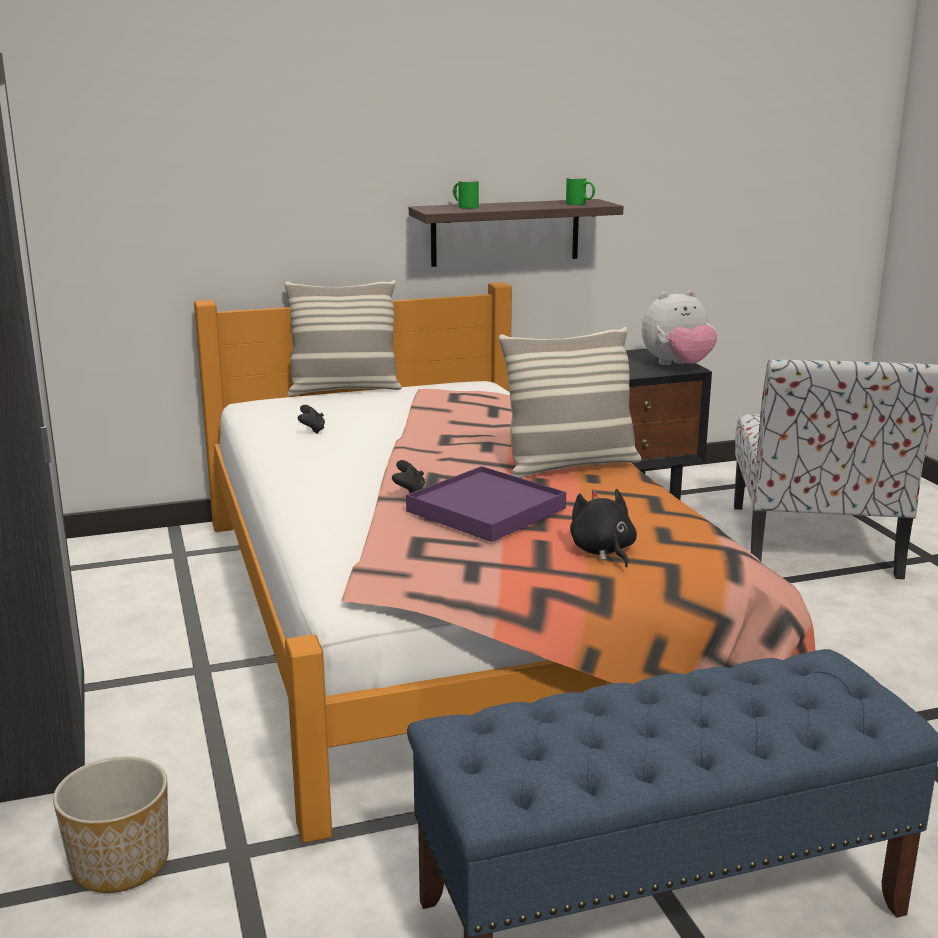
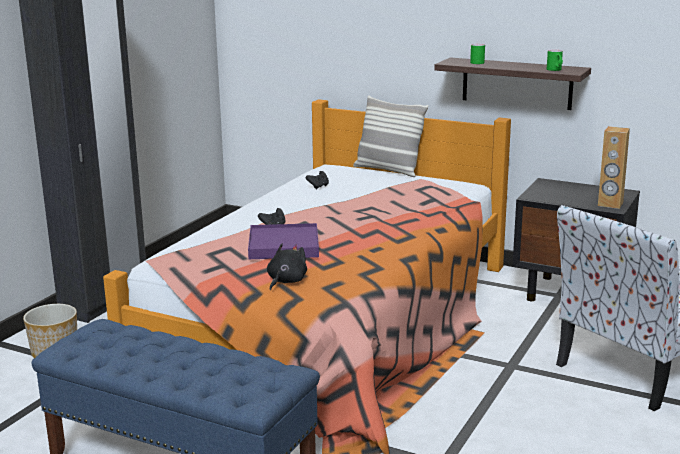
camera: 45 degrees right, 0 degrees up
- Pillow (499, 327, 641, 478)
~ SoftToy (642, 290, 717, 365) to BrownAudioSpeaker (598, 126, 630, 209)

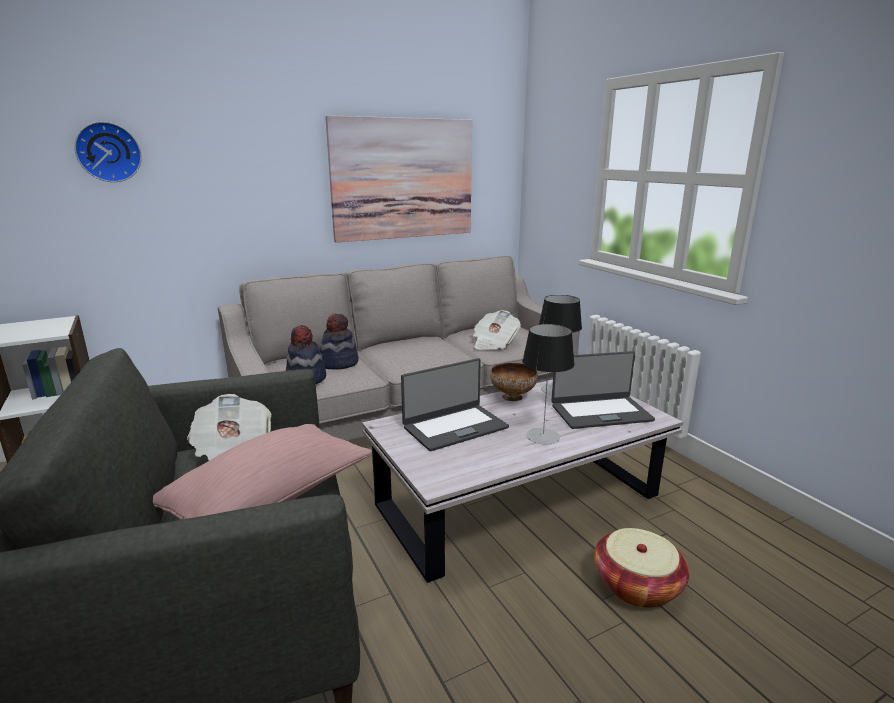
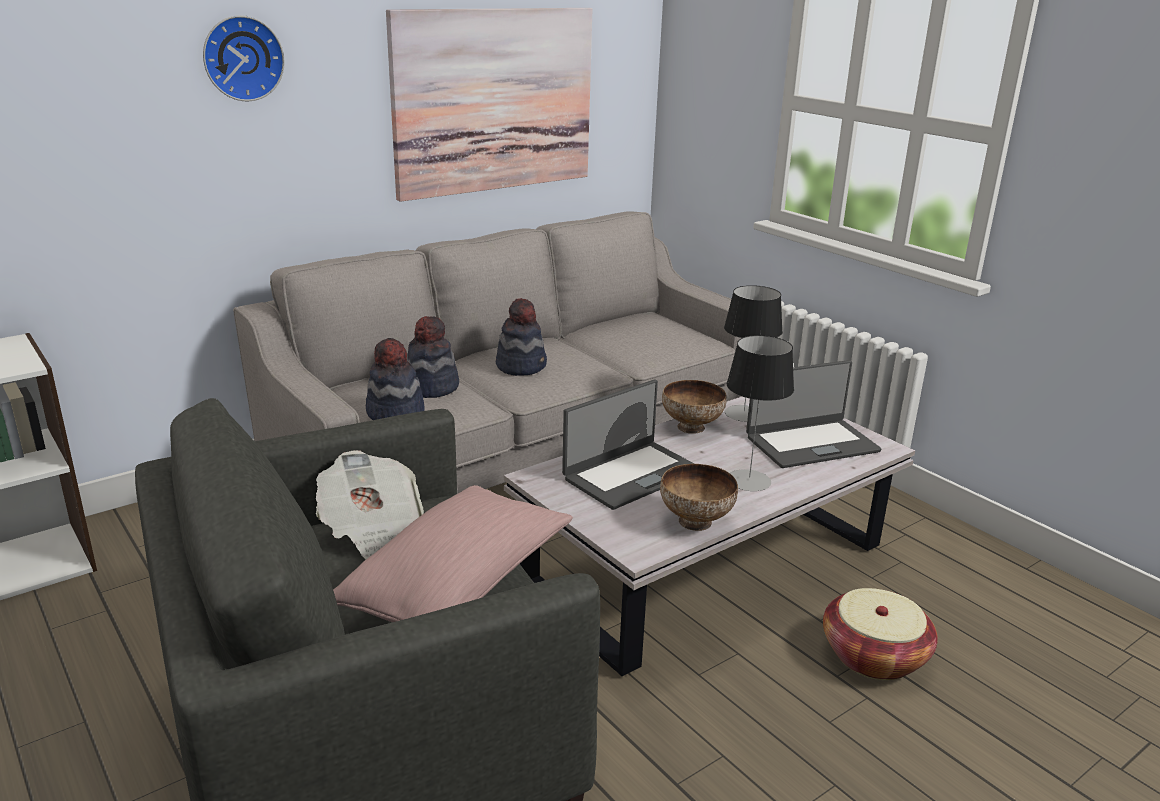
camera: 10 degrees left, 5 degrees up
~ HangingClock (74, 122, 142, 182) to (203, 15, 285, 101)
- DailyPaper (473, 310, 521, 350)
+ WearableHat (496, 298, 547, 376)
+ Bowl (660, 464, 738, 531)

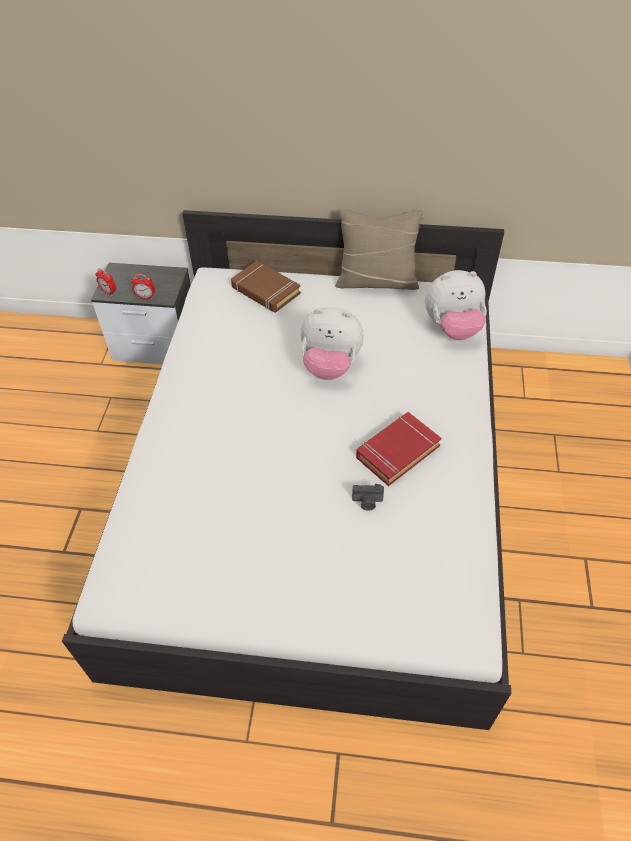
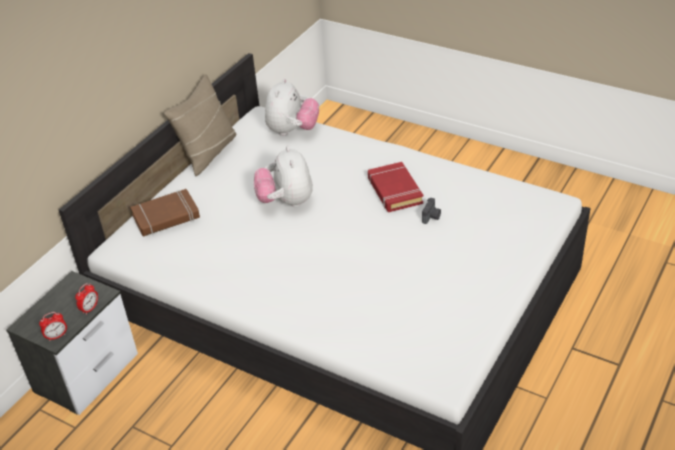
camera: 65 degrees left, 10 degrees down
~ SoftToy (301, 307, 364, 380) = (254, 146, 313, 207) 135 degrees clockwise

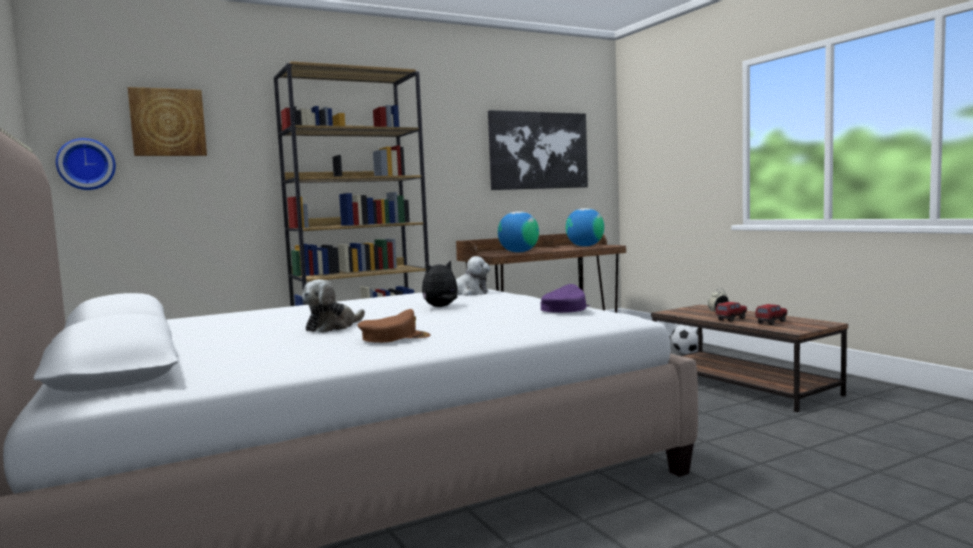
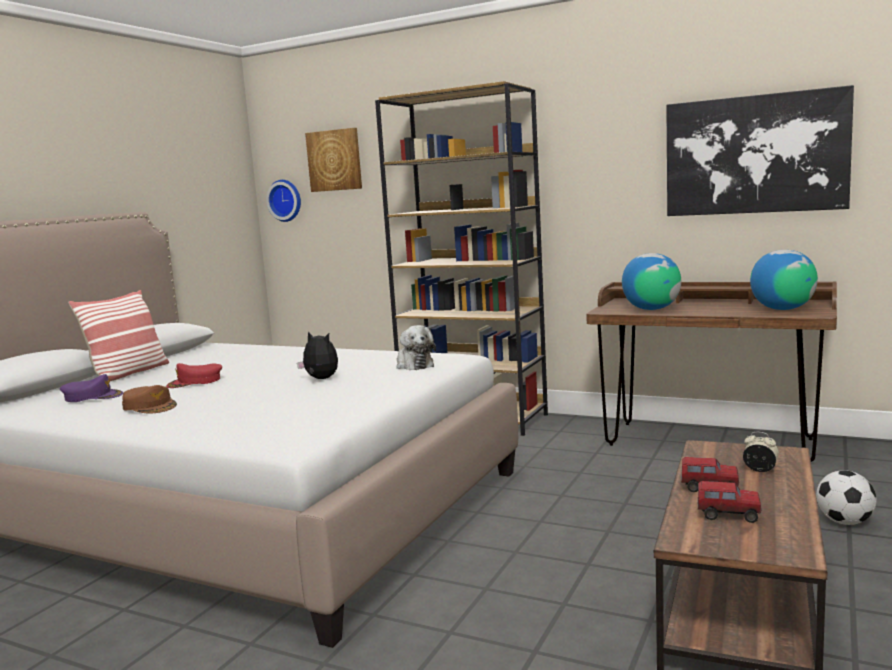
camera: 55 degrees right, 5 degrees up
~ SoftToy (302, 279, 365, 333) to RedBaseballCap (166, 363, 222, 388)
~ PurpleColouredBaseballCap (541, 284, 590, 313) to (60, 374, 123, 402)
+ Pillow (68, 290, 169, 381)

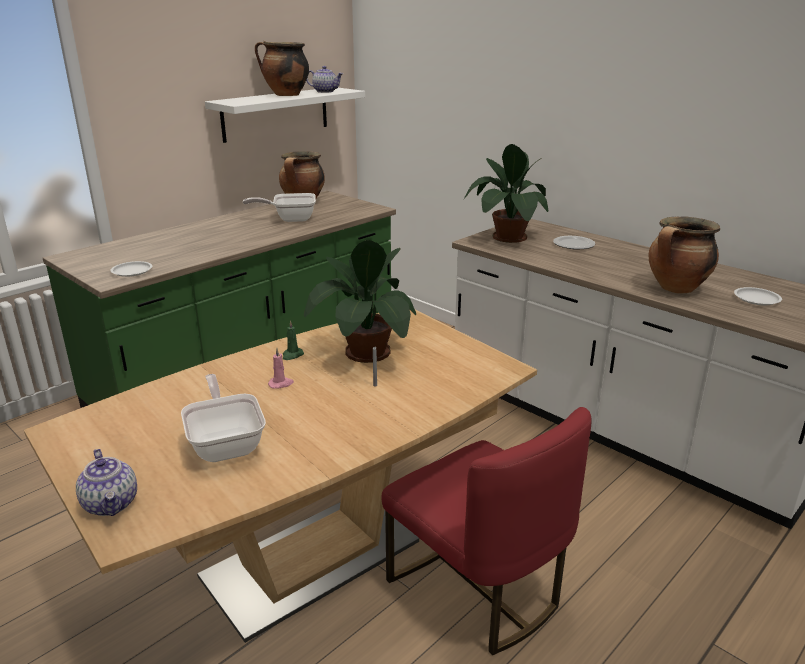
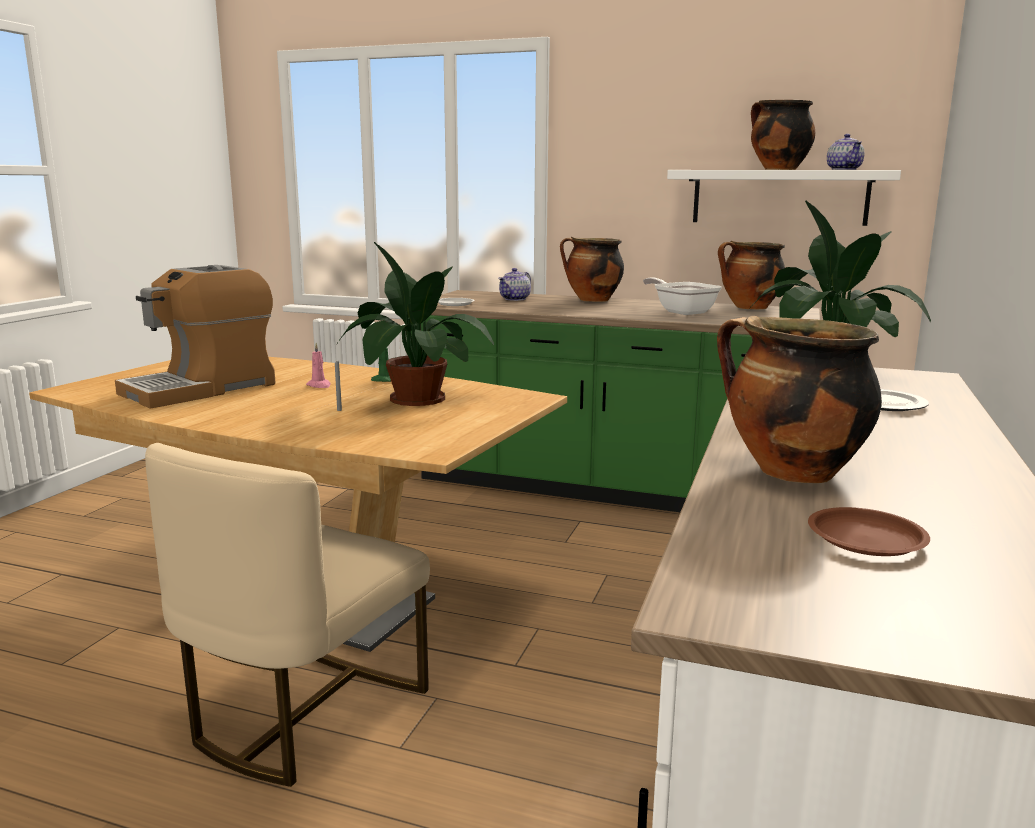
camera: 65 degrees right, 10 degrees down
~ PotForTea (76, 449, 137, 516) to (498, 268, 531, 301)
~ Skillet (181, 374, 266, 462) to CoffeeMachine (115, 265, 276, 409)
~ RedUprightChair (382, 407, 592, 655) to BeigeColouredUprightChair (145, 443, 430, 787)
~ WhiteColouredFlatDish (734, 287, 782, 305) to BrownFlatDish (808, 507, 930, 556)
+ Saucepot (560, 237, 624, 302)

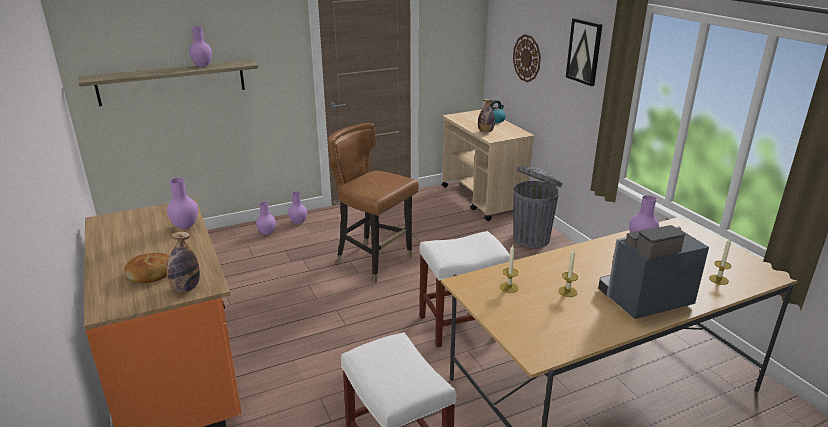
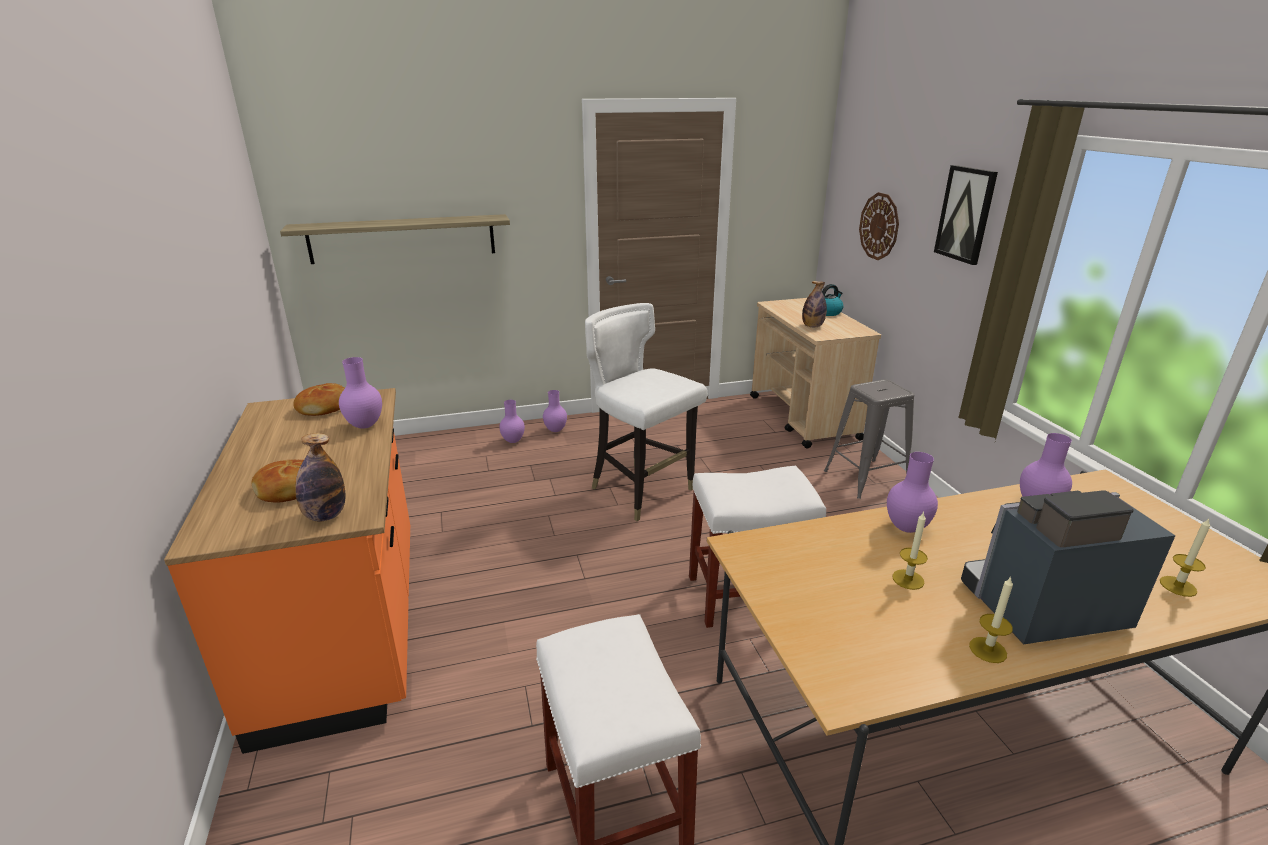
camera: 10 degrees right, 0 degrees up
~ PurpleColouredDecorativeVase (189, 26, 212, 67) to (887, 452, 938, 533)
~ BrownUprightChair (328, 123, 419, 283) to WhiteColouredUprightChair (585, 303, 707, 521)
~ WaxLight (500, 245, 519, 293) to (969, 577, 1013, 663)
~ GreyishTrashCan (513, 166, 563, 248) to GreyishSittingStool (824, 379, 914, 499)
+ BakeryBread (293, 383, 345, 416)

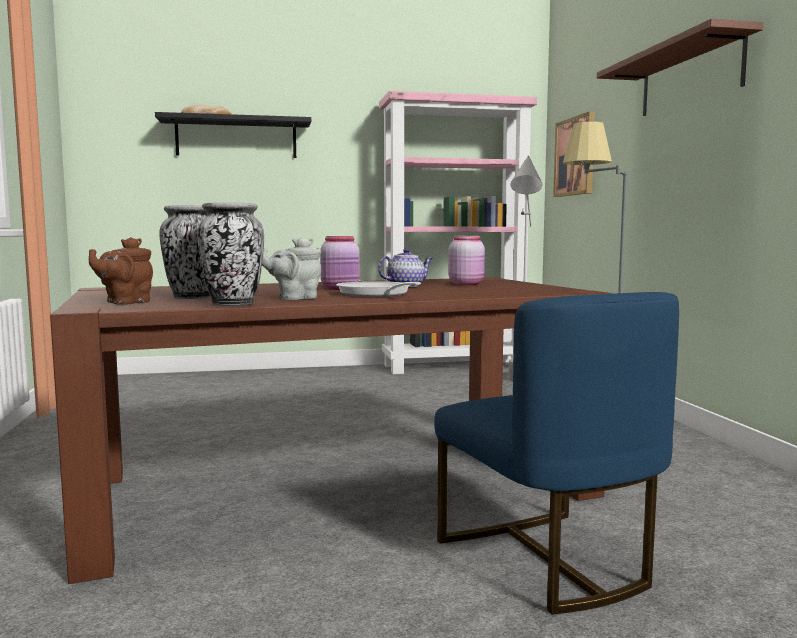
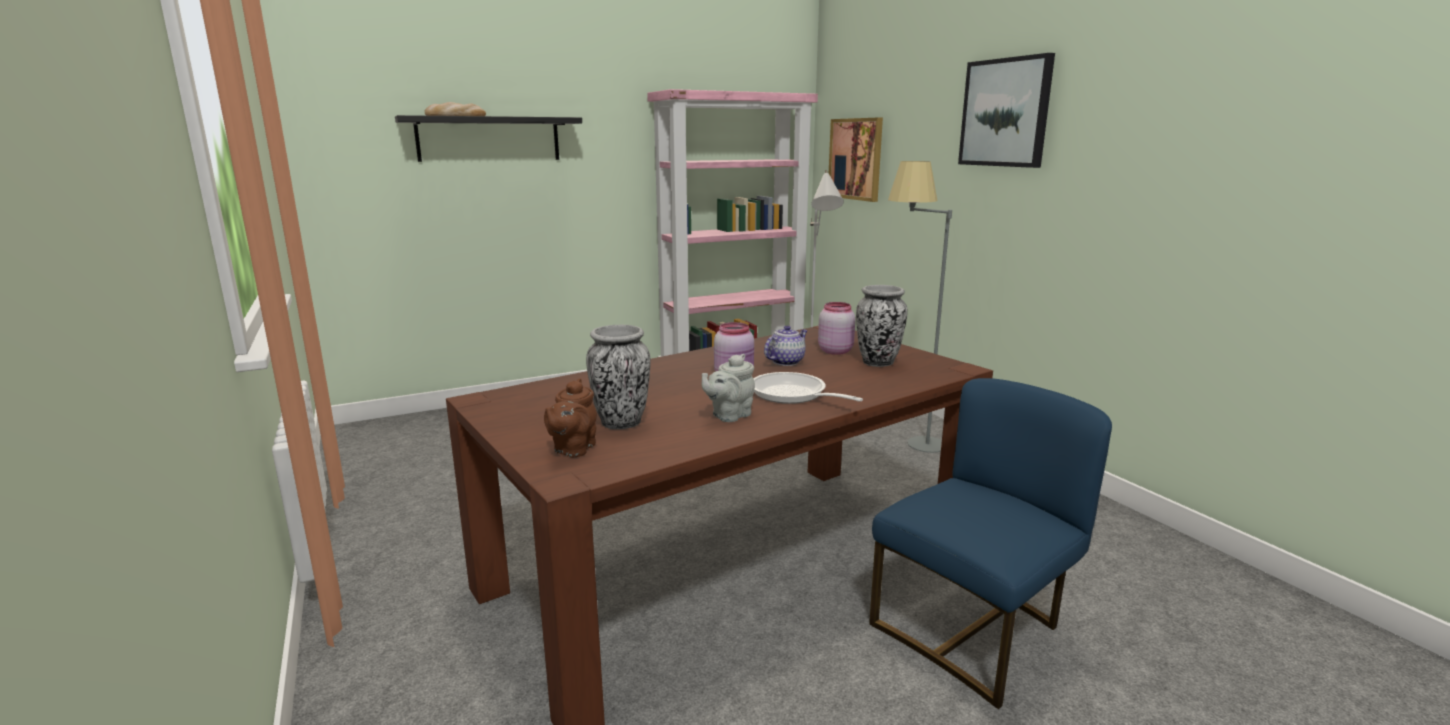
camera: 15 degrees left, 10 degrees up
~ DecorativeVase (197, 203, 264, 306) to (856, 285, 908, 367)
~ BlueUprightChair (434, 292, 679, 615) = (870, 378, 1112, 709) 90 degrees counterclockwise
~ BrownShelf (597, 19, 763, 116) to Picture (958, 53, 1055, 168)

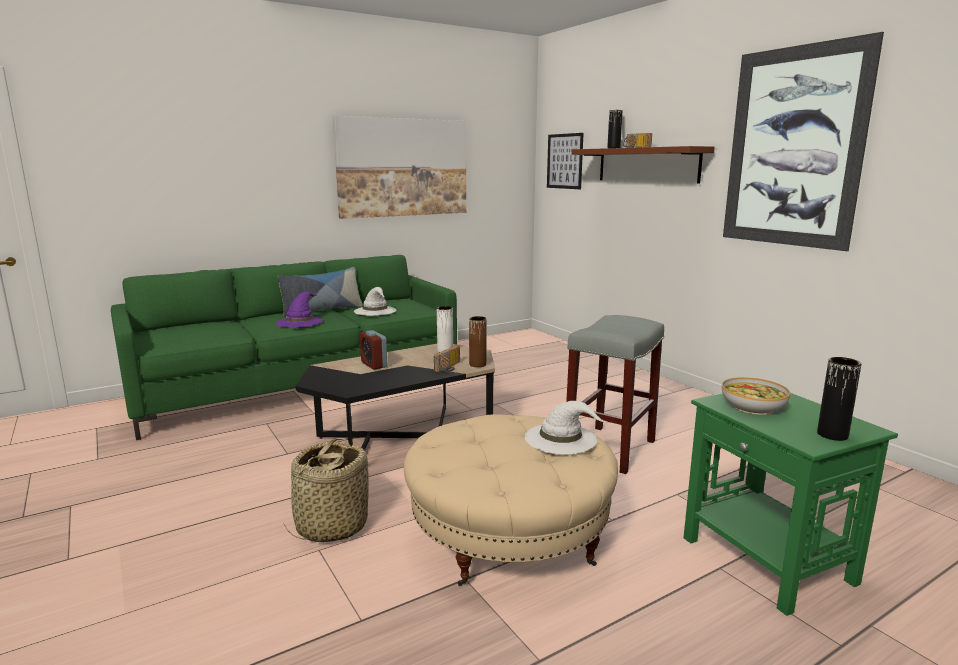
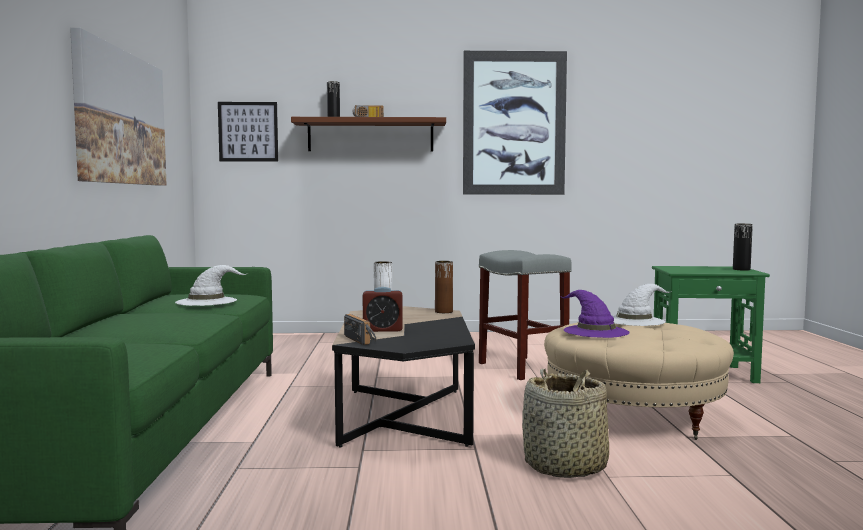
camera: 60 degrees left, 10 degrees down
~ PurpleColouredWearableHat (276, 291, 323, 328) to (560, 290, 630, 338)
- Pillow (277, 267, 363, 317)
~ RadioSet (434, 345, 460, 372) to (344, 314, 376, 345)
- Bowl (722, 377, 790, 415)

